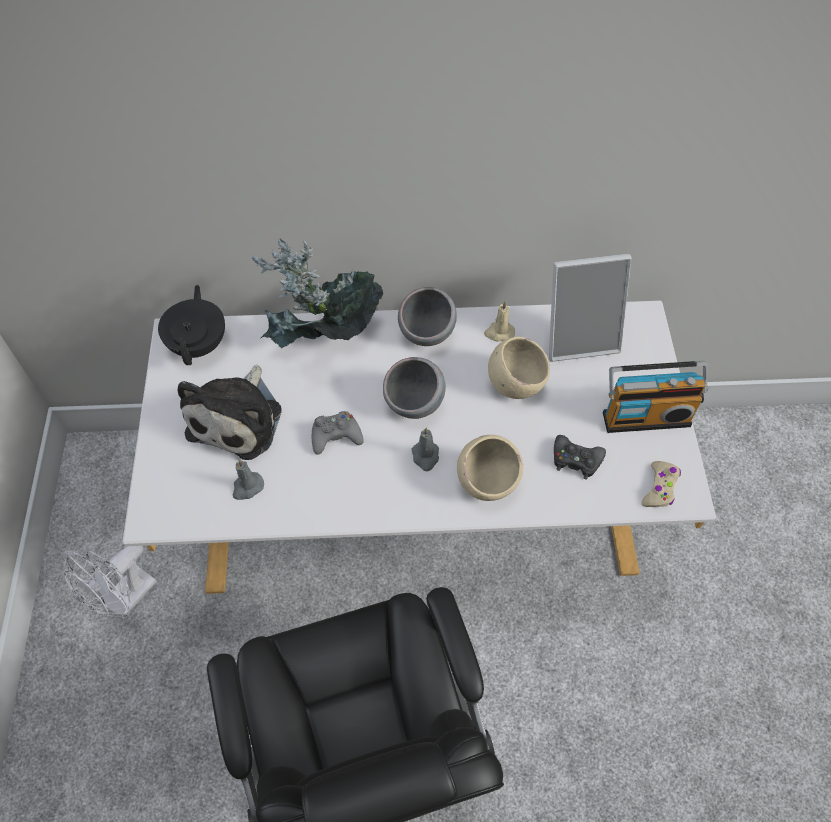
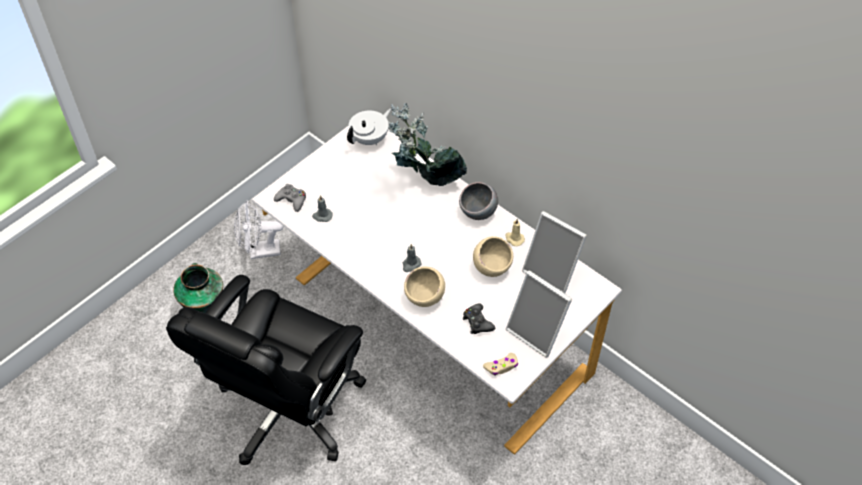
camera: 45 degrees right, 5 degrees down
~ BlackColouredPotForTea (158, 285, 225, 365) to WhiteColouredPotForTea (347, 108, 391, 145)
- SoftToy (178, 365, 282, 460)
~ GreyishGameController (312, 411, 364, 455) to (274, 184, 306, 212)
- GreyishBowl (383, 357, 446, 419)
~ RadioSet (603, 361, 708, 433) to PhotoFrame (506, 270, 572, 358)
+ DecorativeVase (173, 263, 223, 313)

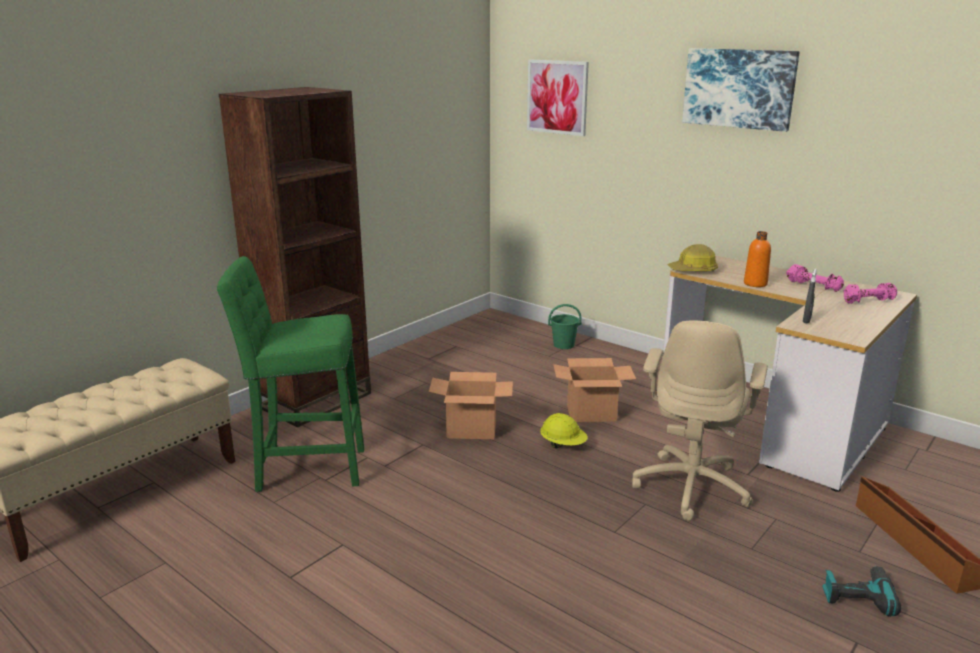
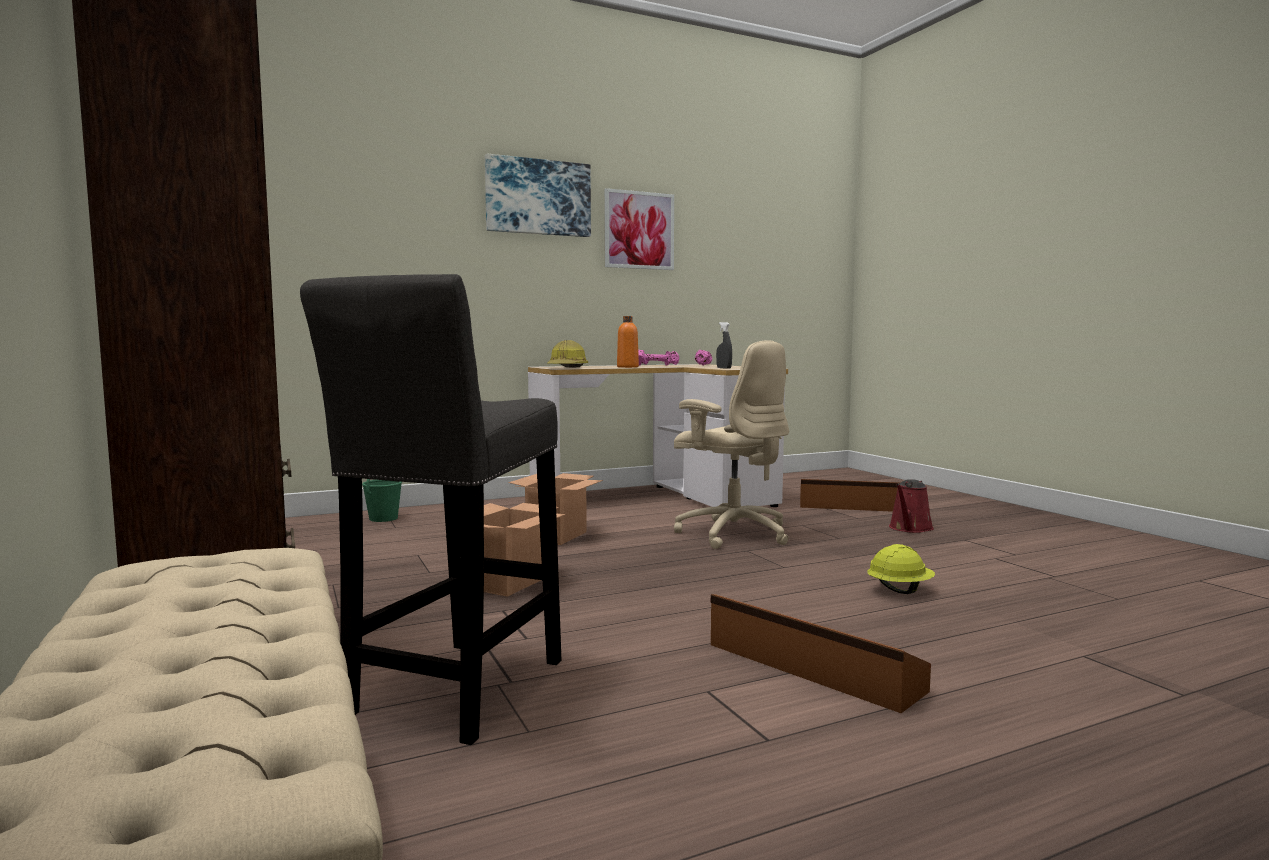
camera: 65 degrees left, 15 degrees down
~ GreenColouredSittingStool (217, 256, 364, 492) to GreyishSittingStool (300, 274, 561, 745)
~ Picture (527, 59, 589, 136) to (604, 188, 674, 270)
~ YellowHardHat (540, 413, 588, 449) to (867, 544, 935, 594)
~ Drill (822, 565, 902, 617) to RedWateringCan (889, 479, 934, 533)
+ BrownStorageContainer (711, 594, 931, 713)

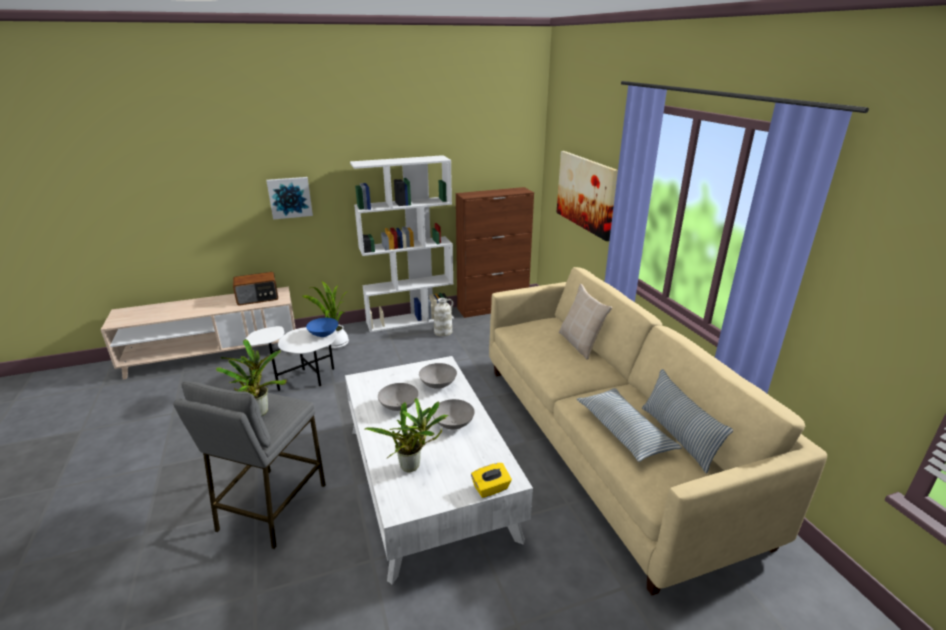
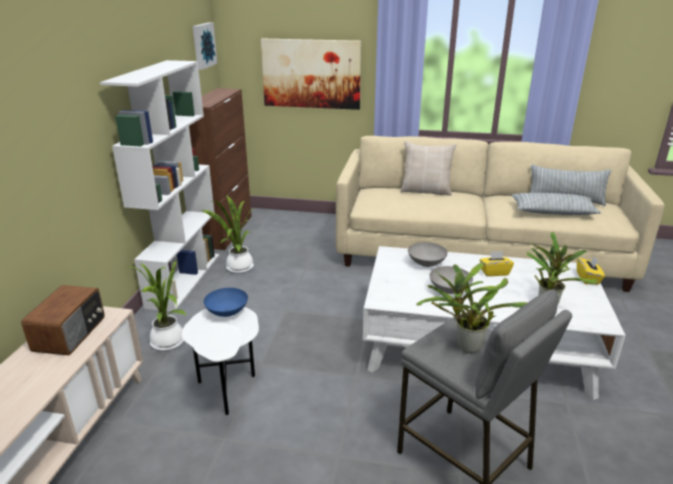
camera: 60 degrees left, 0 degrees up
~ Picture (266, 177, 313, 220) to (193, 22, 217, 70)
~ GreyishBowl (433, 399, 475, 429) to YellowTissueHolder (480, 251, 514, 276)
~ WhiteColouredDecorativeVase (434, 298, 453, 337) to PlantInAPot (202, 195, 254, 273)

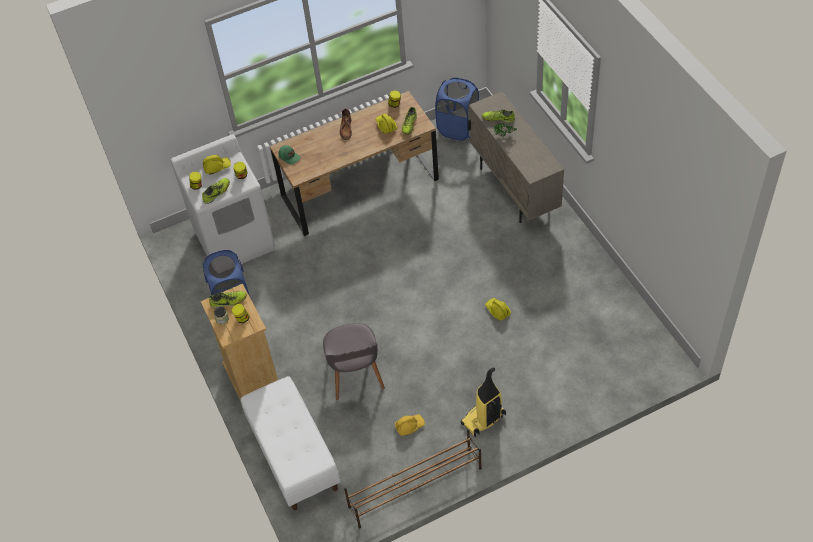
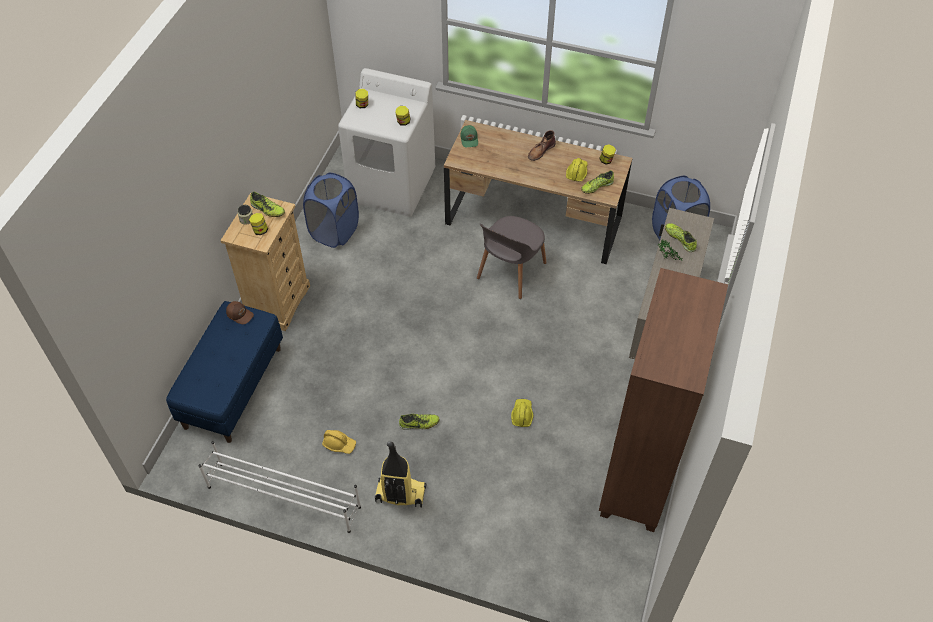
camera: 40 degrees right, 0 degrees up
~ LowShoe (202, 178, 230, 204) to (399, 414, 440, 430)
- YellowHardHat (203, 155, 231, 174)
~ WhiteColouredLongSeat (241, 376, 341, 510) to BlueLongSeat (166, 301, 283, 443)
~ GreyishUprightChair (323, 323, 385, 400) to (477, 216, 547, 299)
~ BrownShoeStand (344, 429, 482, 528) to WhiteColouredShoeStand (198, 441, 361, 533)
+ BrownBaseballCap (226, 301, 254, 324)
+ BrownBookcase (599, 268, 728, 532)

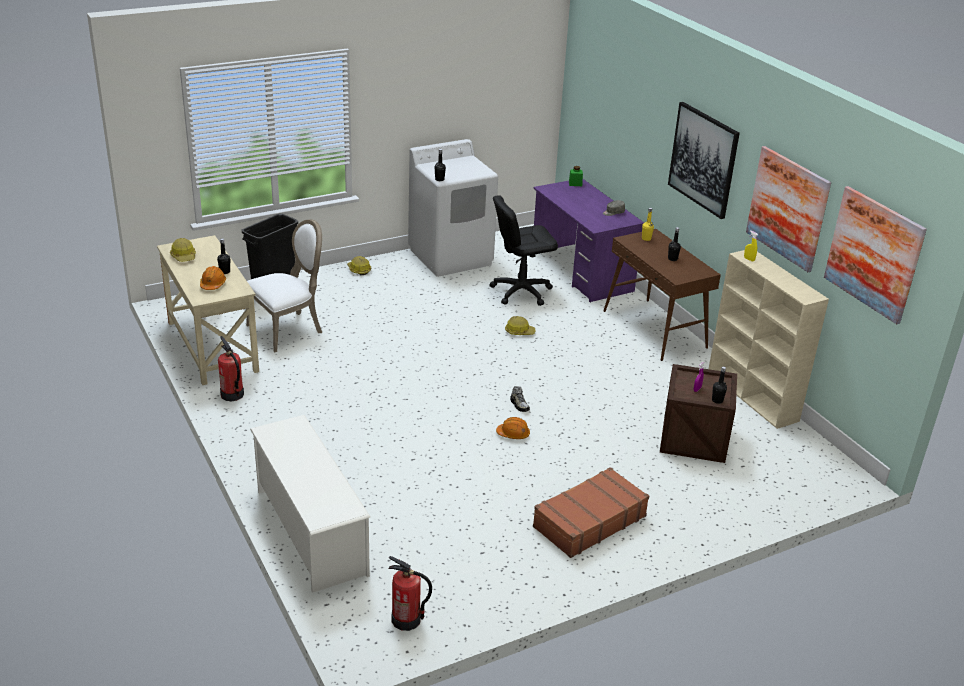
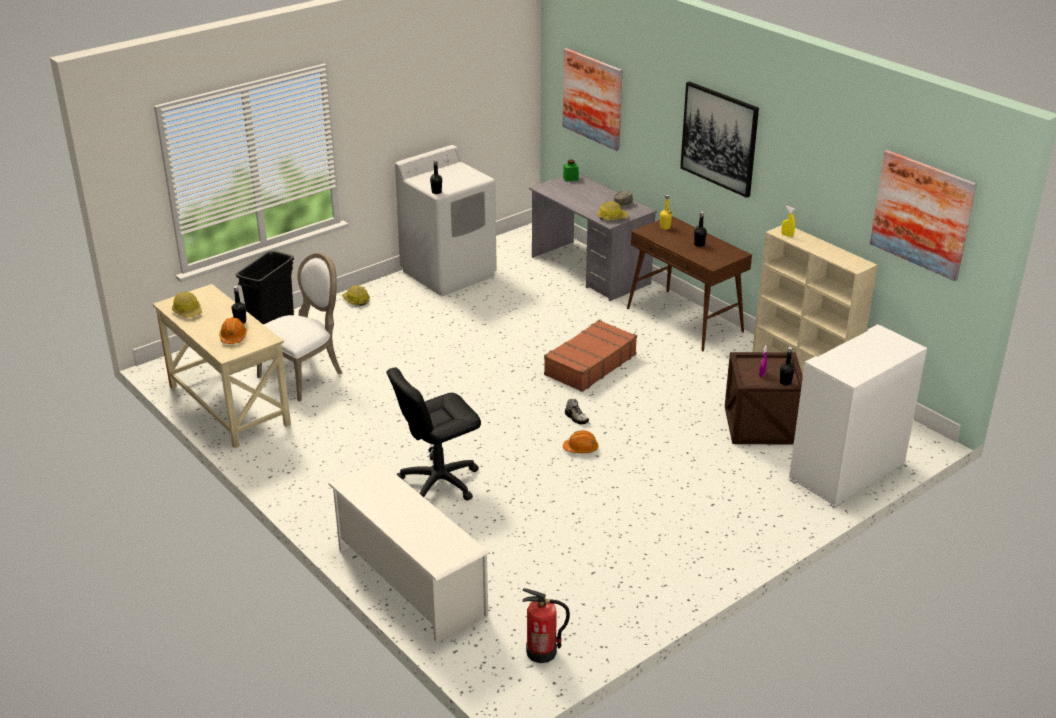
camera: 10 degrees left, 0 degrees up
- FireFightingCylinder (218, 336, 244, 401)
~ BlackColouredComputerChair (489, 196, 558, 306) to (387, 367, 481, 500)
~ HardHat (505, 316, 535, 335) to (597, 201, 629, 220)
~ PurpleColouredDeskUnit (533, 179, 644, 302) to GreyishDeskUnit (529, 174, 657, 301)
~ BrownSuitcase (533, 467, 649, 558) to (544, 320, 637, 392)
~ Picture (746, 146, 831, 272) to (562, 48, 622, 151)
+ WhiteColouredCupboard (789, 324, 927, 509)

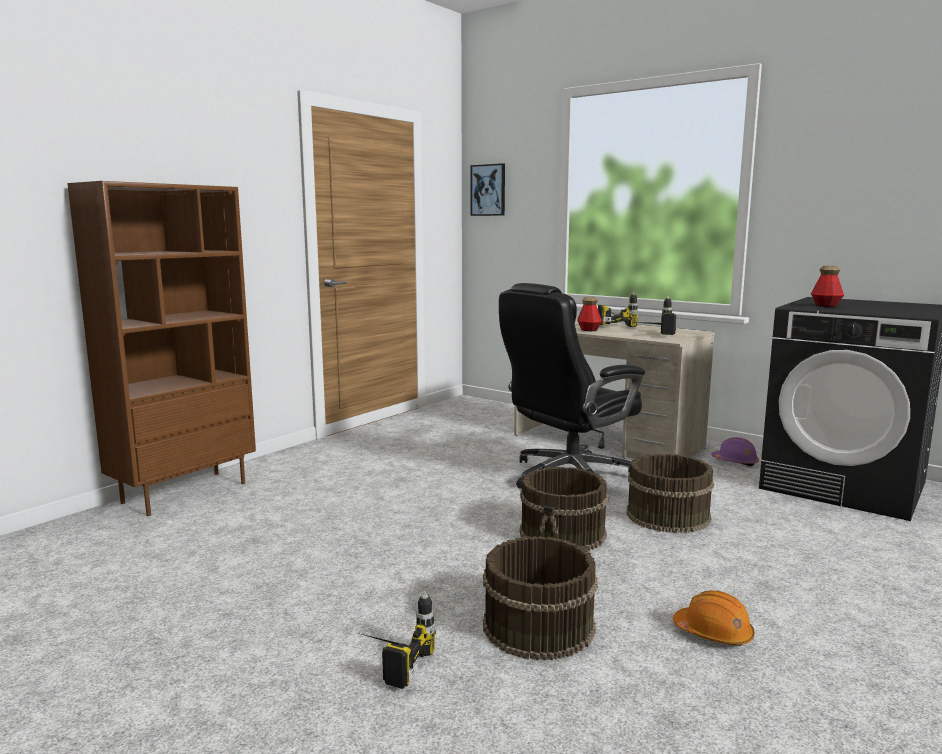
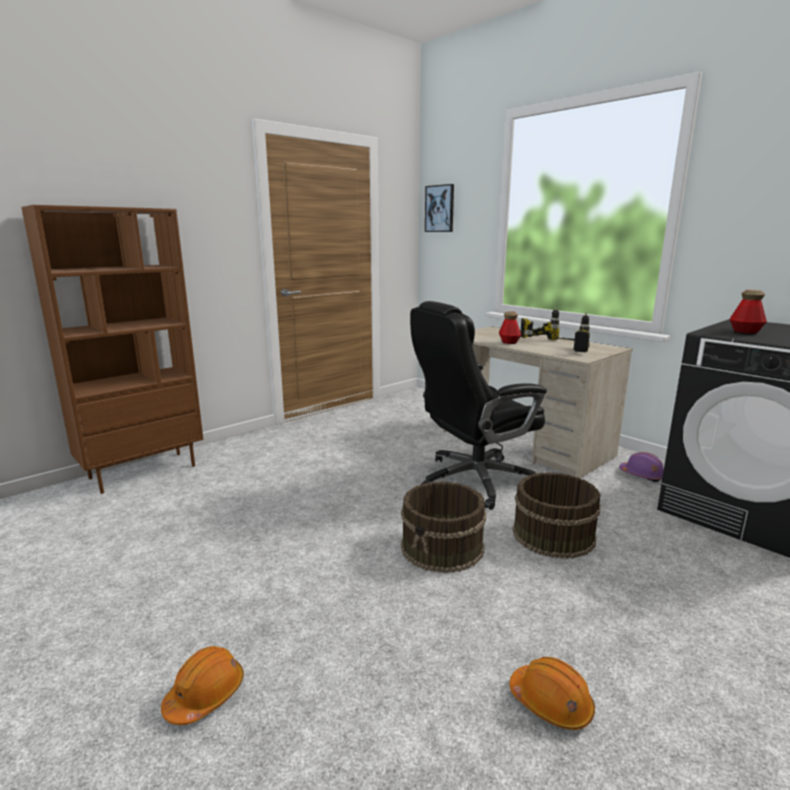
camera: 10 degrees right, 5 degrees up
~ Drill (358, 591, 436, 689) to OrangeColouredHardHat (161, 646, 244, 725)
- BrownPail (483, 536, 598, 660)

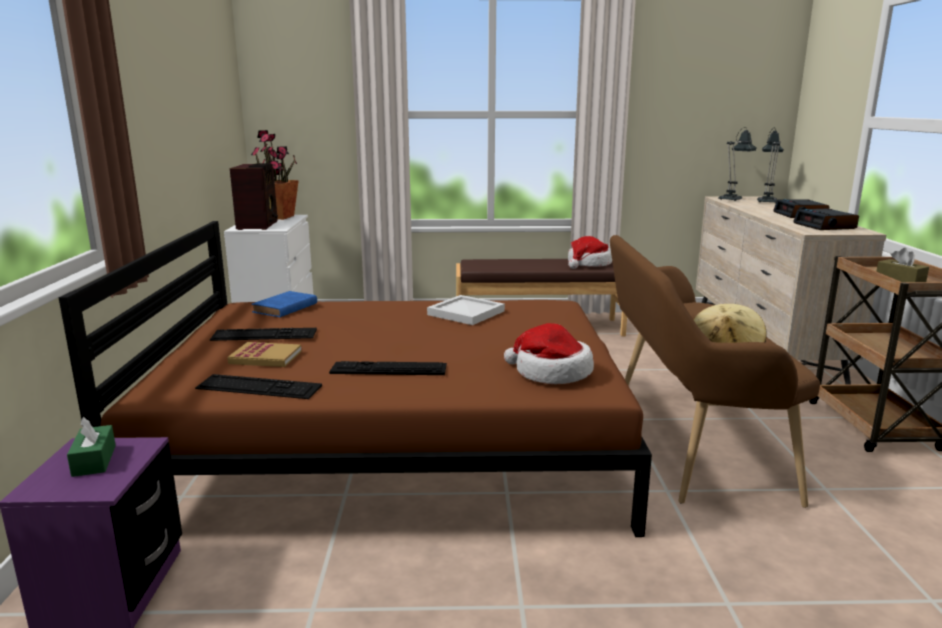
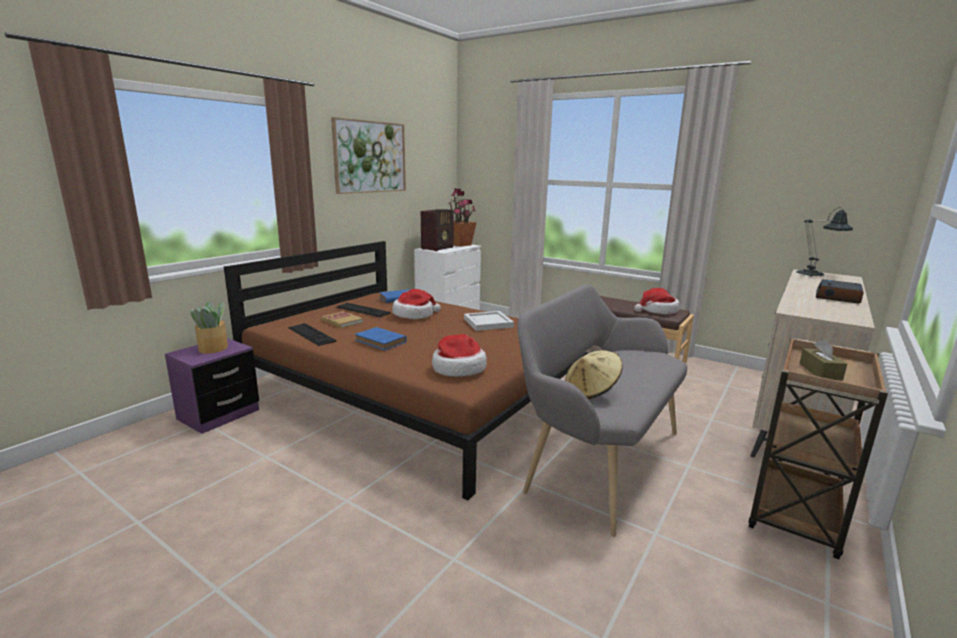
camera: 35 degrees right, 0 degrees up
~ GreenColouredTissueHolder (67, 417, 116, 477) to PlantInAPot (190, 301, 228, 354)
~ Keyboard (329, 361, 447, 375) to BlueBoundBook (355, 327, 407, 350)
~ BrownLongSeat (610, 235, 820, 508) to GreyishLongSeat (517, 284, 687, 537)
- TabletopLamp (757, 127, 784, 203)
- TableClock (793, 208, 859, 230)
+ Picture (331, 117, 406, 194)
+ WearableHat (392, 289, 441, 319)

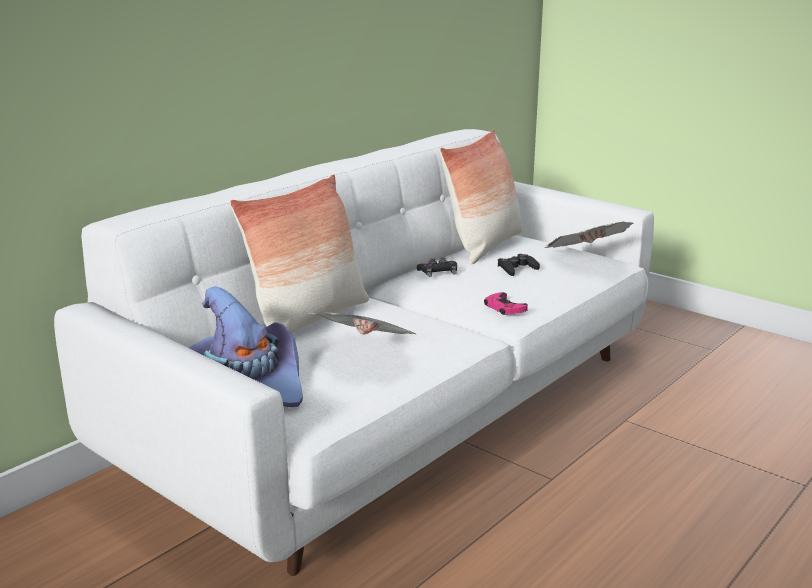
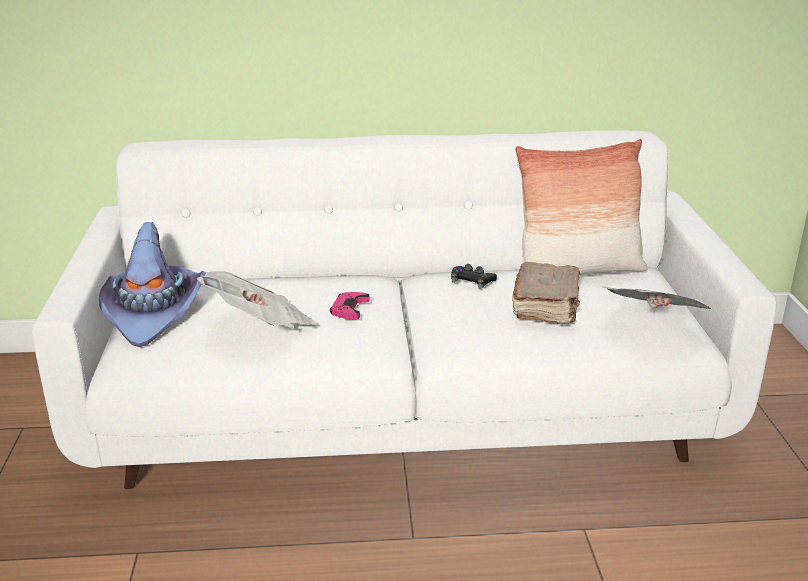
camera: 45 degrees right, 5 degrees up
- Pillow (229, 174, 369, 334)
~ PinkGameController (484, 292, 528, 315) to (330, 292, 370, 320)
~ BlackColouredGameController (498, 254, 540, 276) to BrownBoundBook (512, 262, 580, 325)

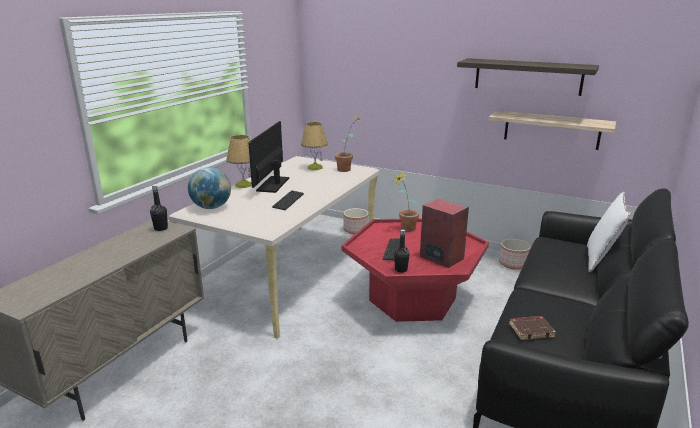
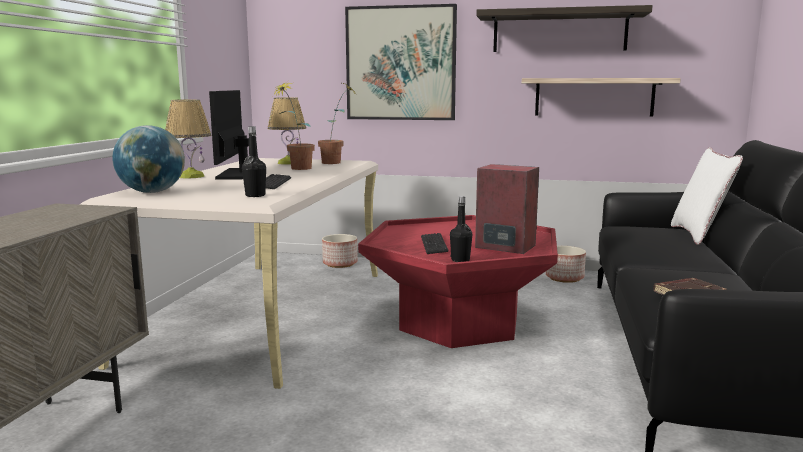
camera: 15 degrees left, 10 degrees down
~ BlackColouredBeverageBottle (150, 185, 168, 231) to (242, 126, 266, 197)
~ PlantInAPot (393, 171, 419, 232) to (273, 81, 315, 170)
+ Picture (345, 4, 457, 120)

